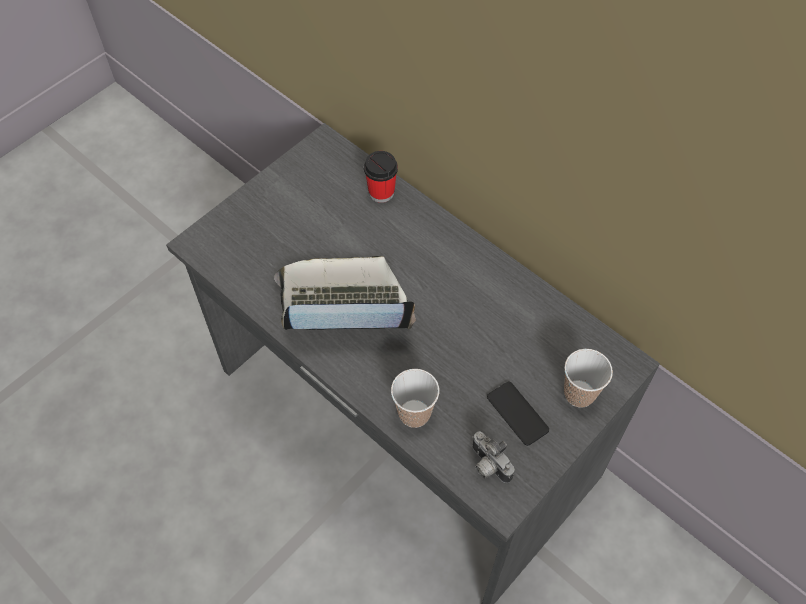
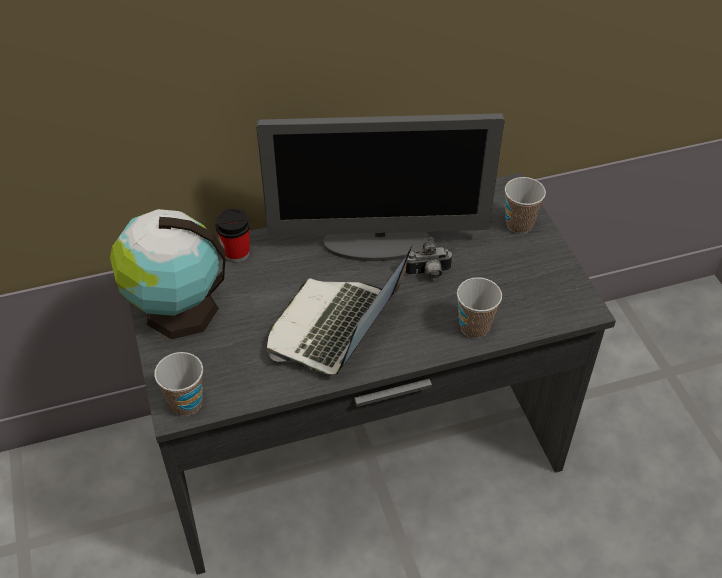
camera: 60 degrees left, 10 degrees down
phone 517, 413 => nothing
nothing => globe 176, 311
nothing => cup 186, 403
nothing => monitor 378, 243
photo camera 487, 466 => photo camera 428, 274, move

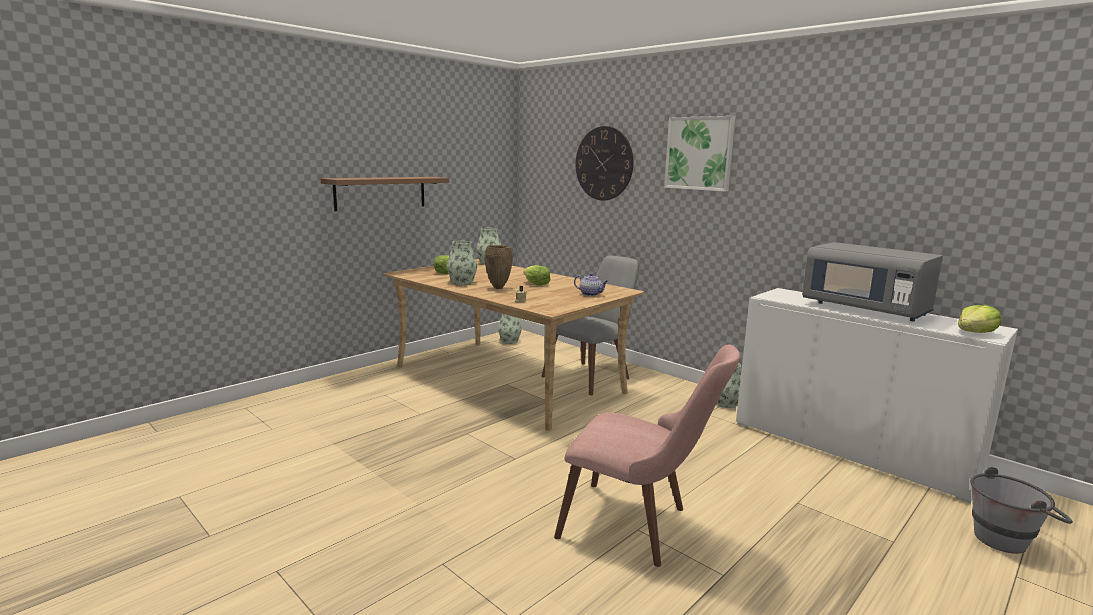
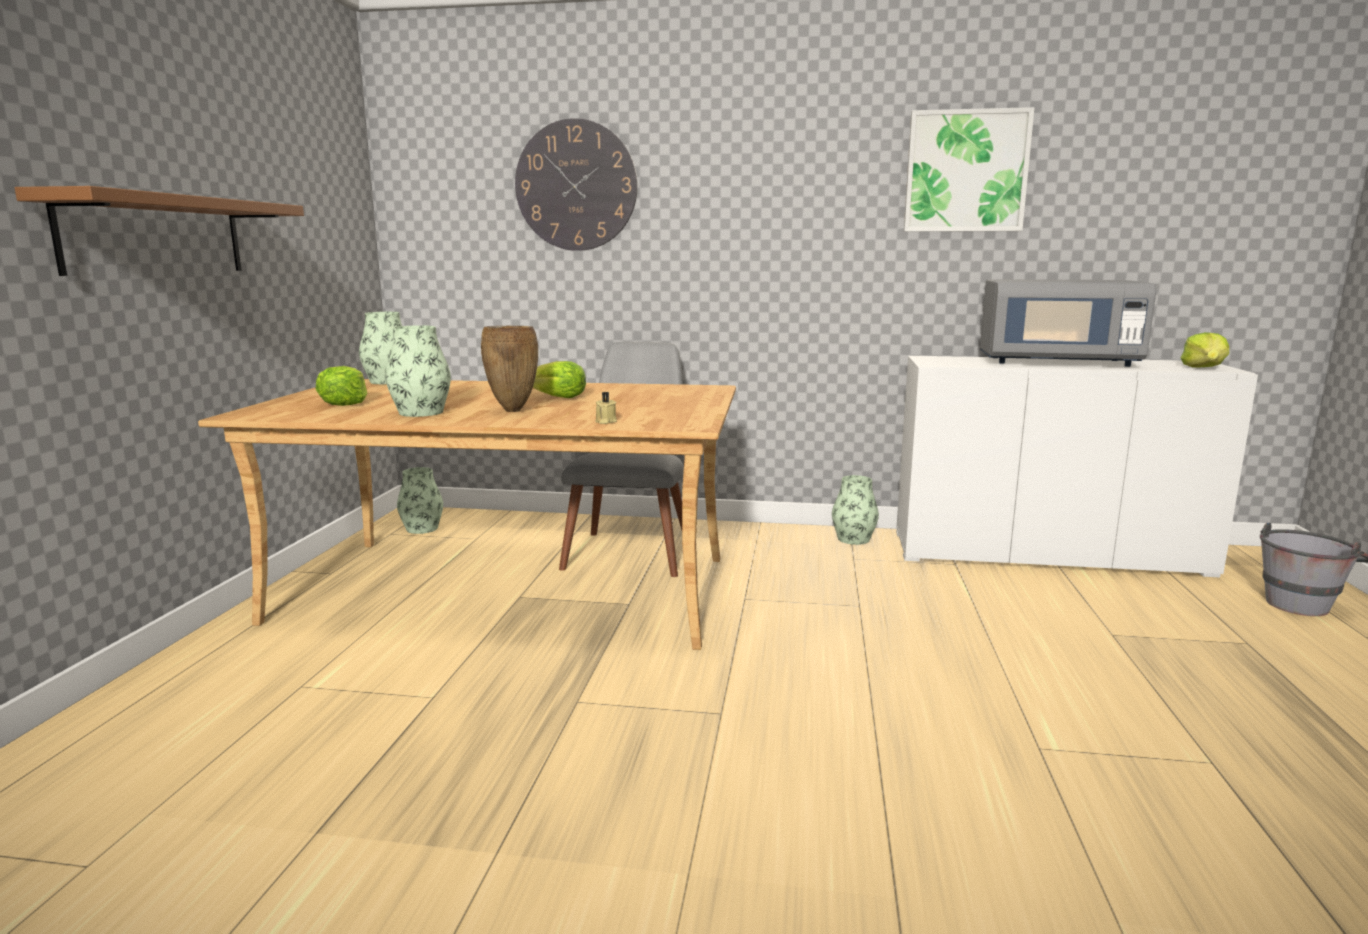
camera: 35 degrees left, 0 degrees up
pink chair 640, 526 => nothing
teapot 591, 294 => nothing
picture 699, 153 => picture 966, 171, move

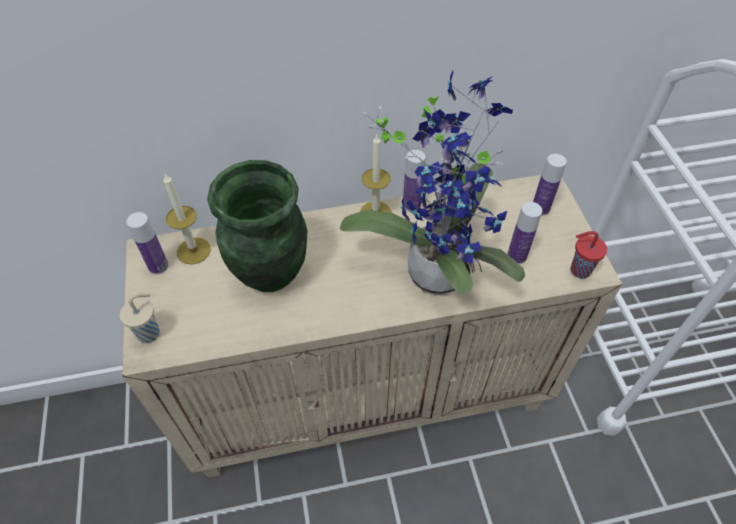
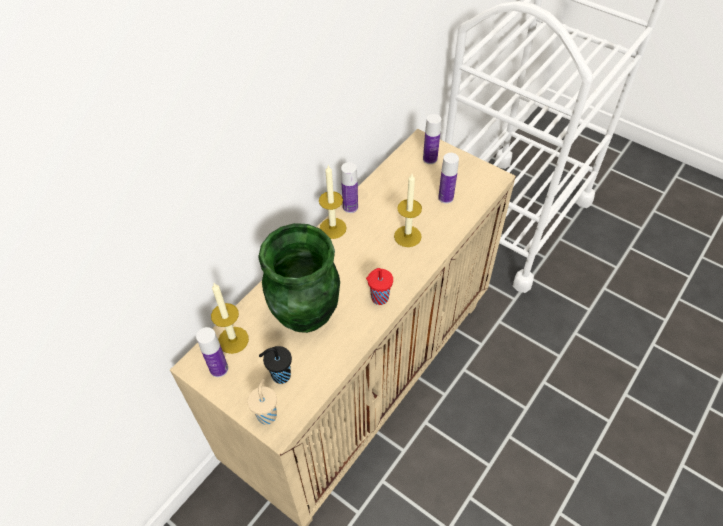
camera: 40 degrees left, 0 degrees up
nothing => black cup 280, 375
red cup 578, 270 => red cup 378, 298, move
potted plant 437, 267 => candle 407, 236

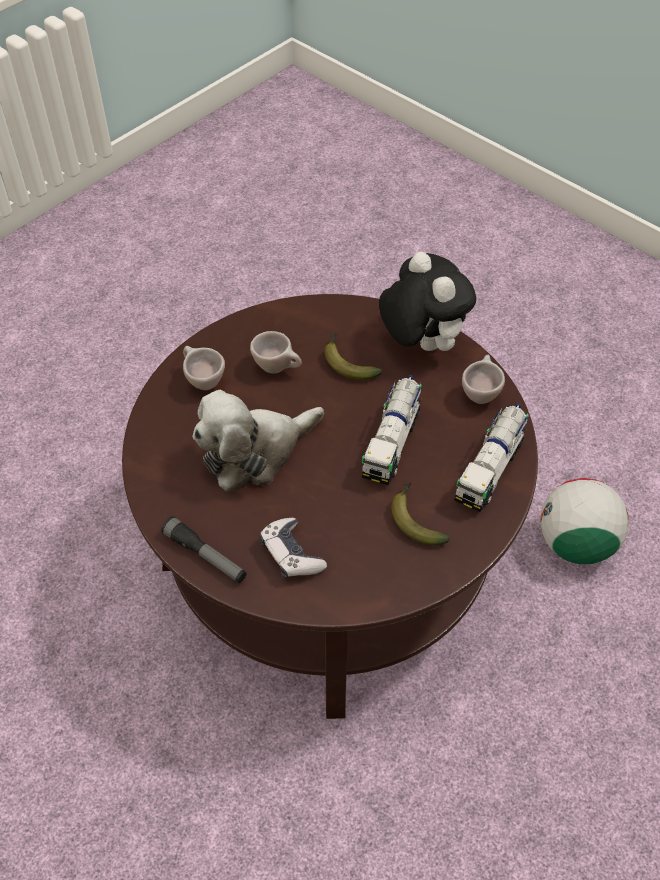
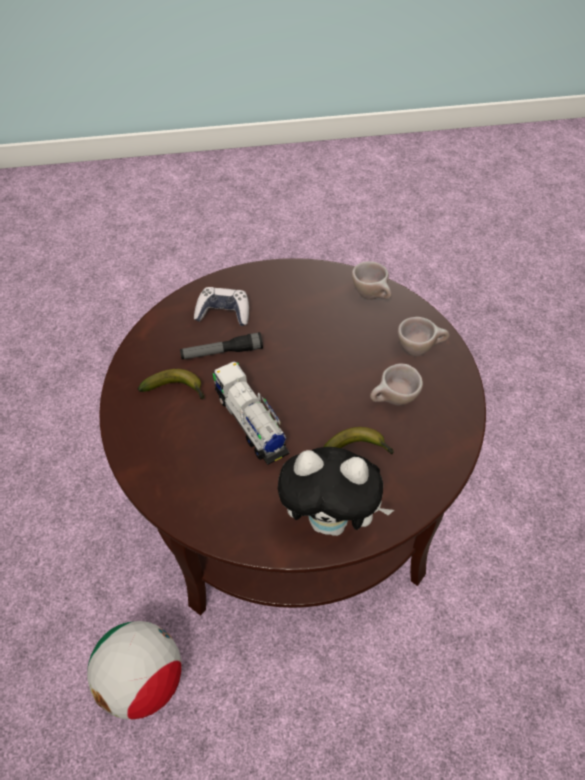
camera: 130 degrees right, 0 degrees up
plush toy 255, 452 => nothing
toy truck 490, 469 => nothing
flashlight 205, 555 => flashlight 222, 352, move
beige cup 479, 393 => beige cup 372, 296, move

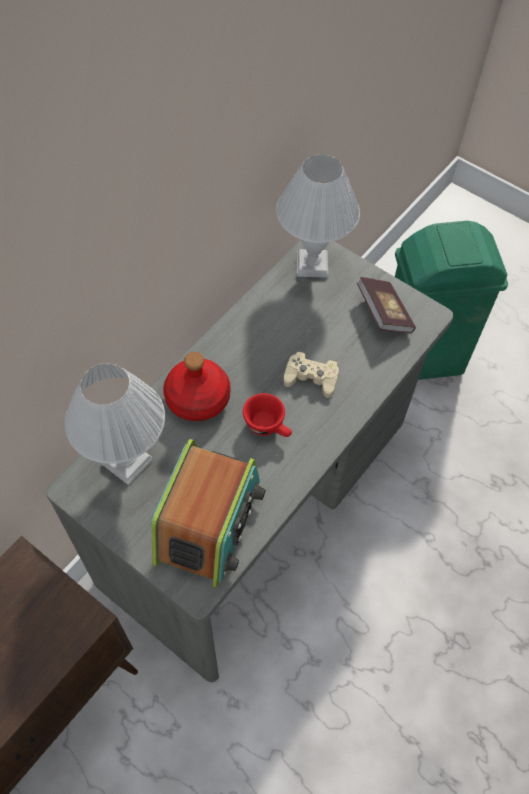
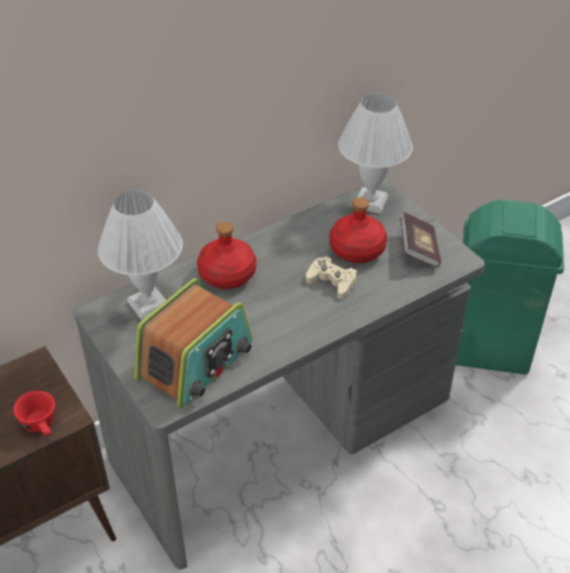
camera: 20 degrees right, 15 degrees down
nothing => red bottle 358, 250
red cup 268, 427 => red cup 42, 426, move

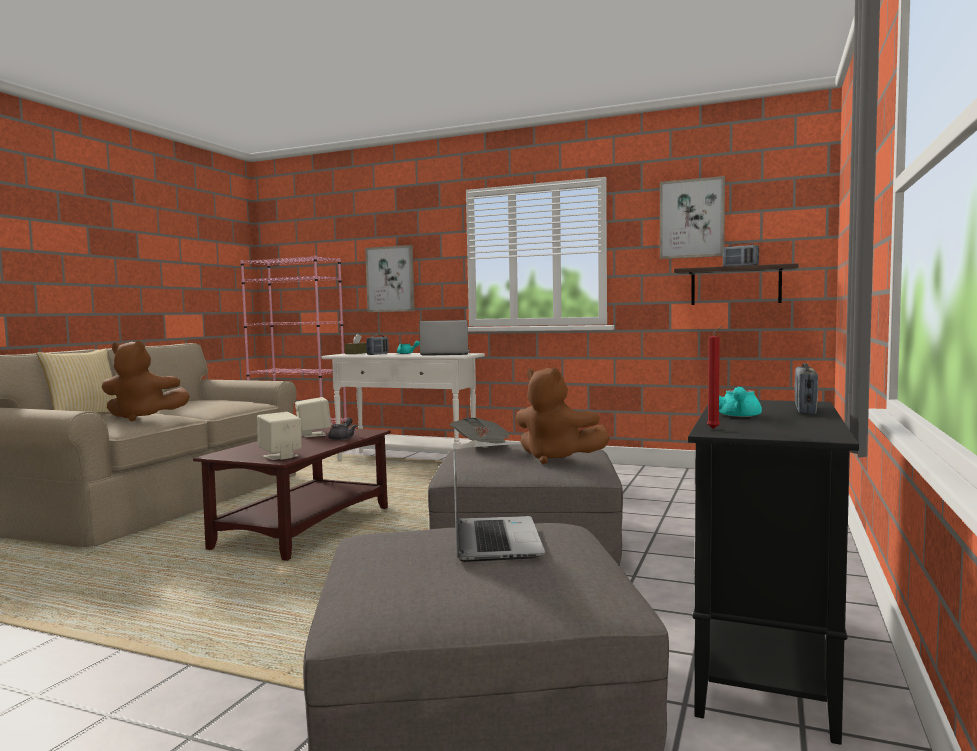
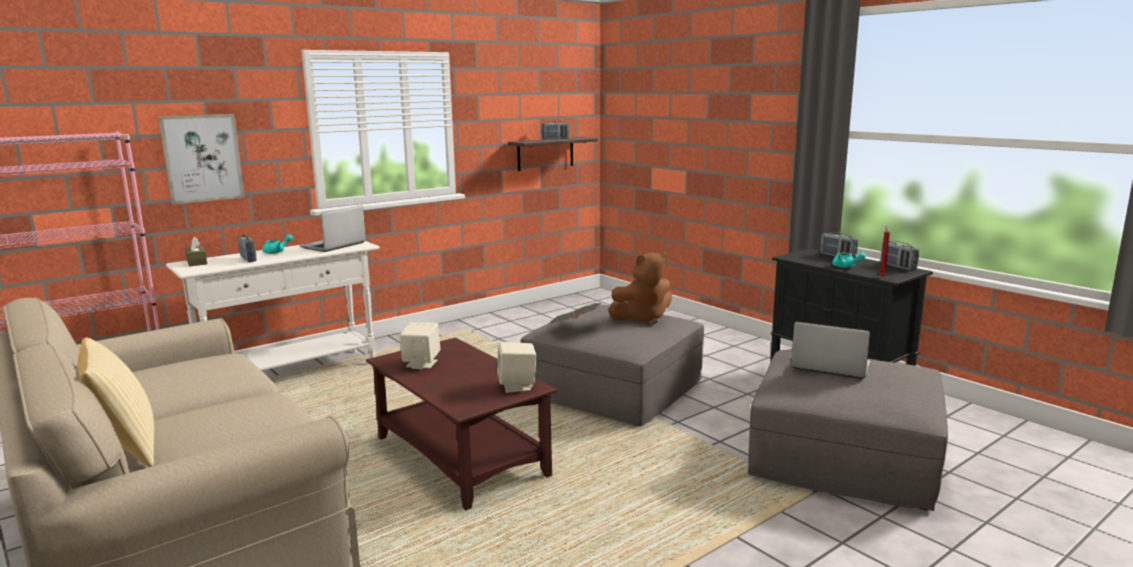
camera: 60 degrees left, 10 degrees up
brown plush toy 143, 417 => nothing
grey teapot 343, 438 => nothing
picture 691, 218 => nothing
nothing => radio 897, 267

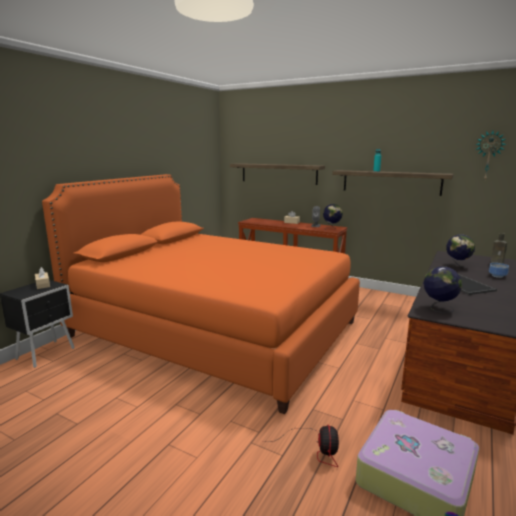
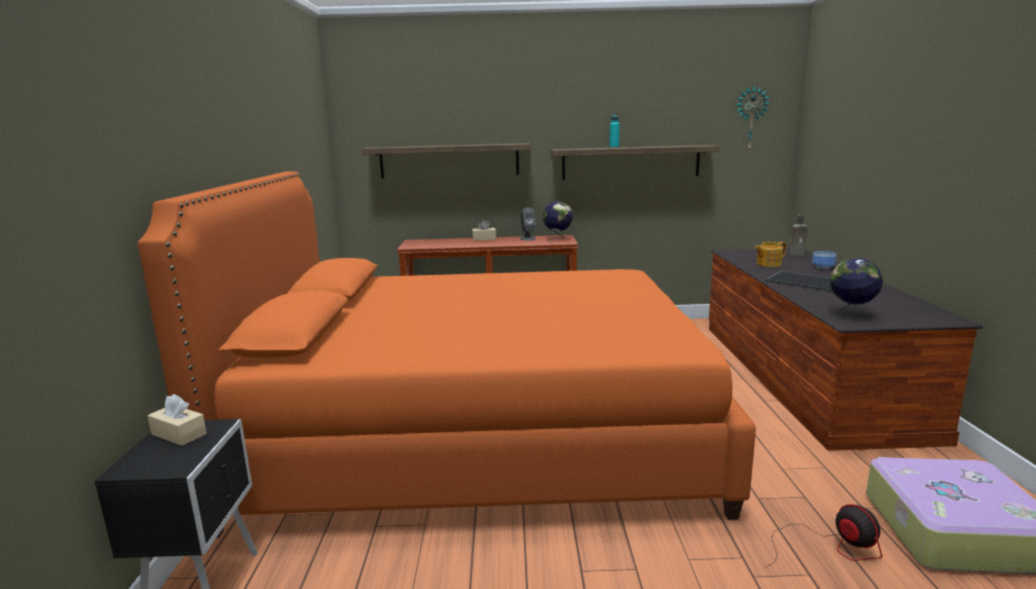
camera: 30 degrees left, 0 degrees up
globe 457, 266 => teapot 768, 264

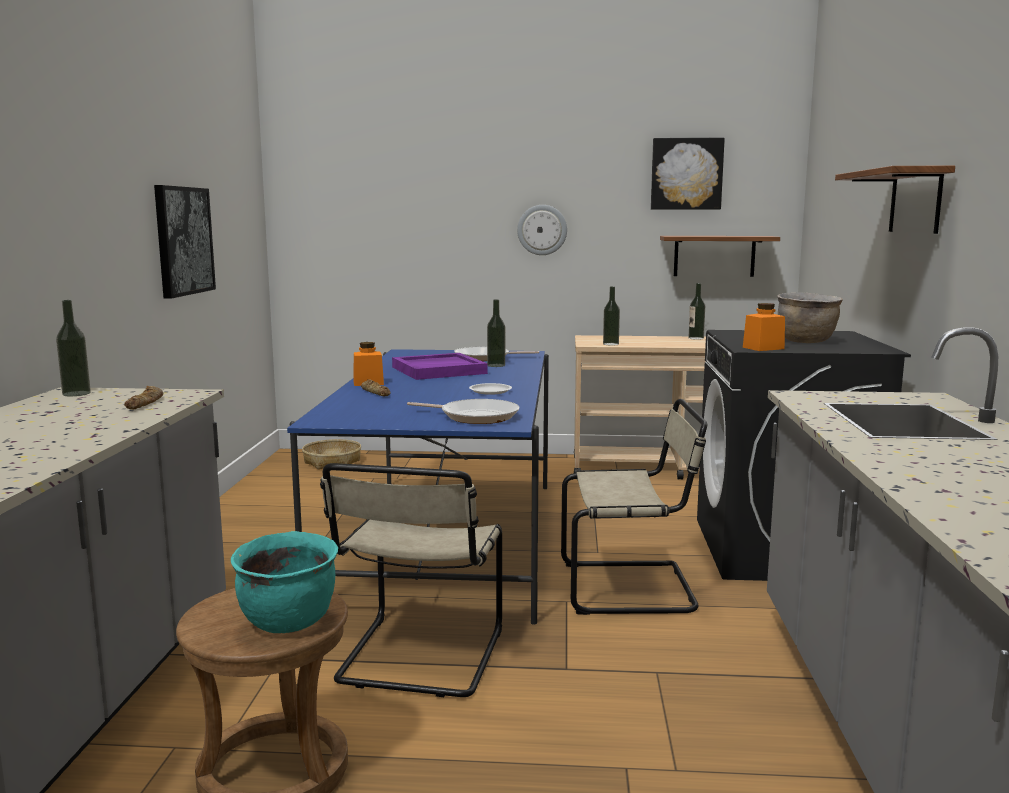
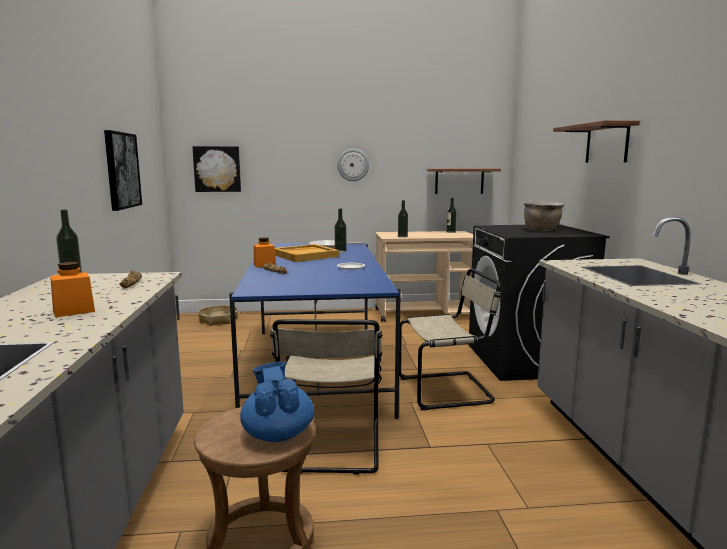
camera: 10 degrees left, 0 degrees up
frying pan 475, 416 => nothing
picture 686, 174 => picture 217, 169, move
orange jar 763, 348 => orange jar 74, 311, move
turquoise cooking pot 289, 622 => blue teapot 277, 434
purple tray 439, 370 => beige tray 305, 255

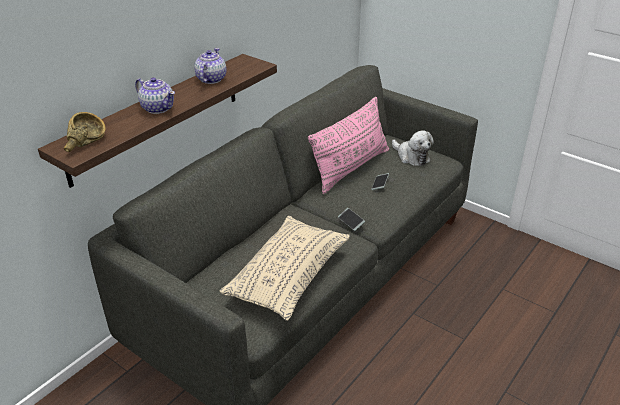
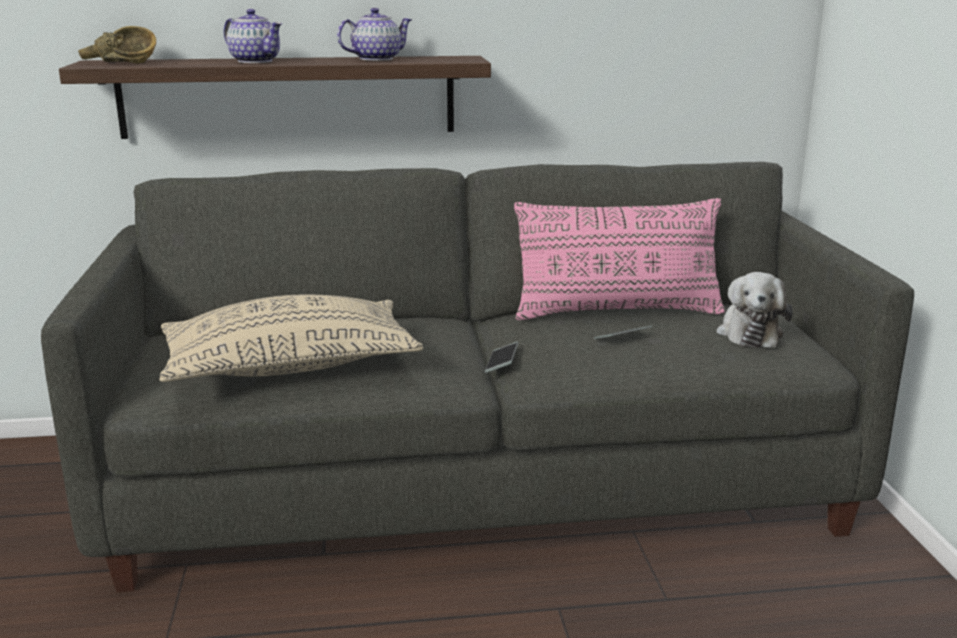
camera: 45 degrees right, 15 degrees down
teapot 158, 108 => teapot 255, 61, 45 degrees counterclockwise

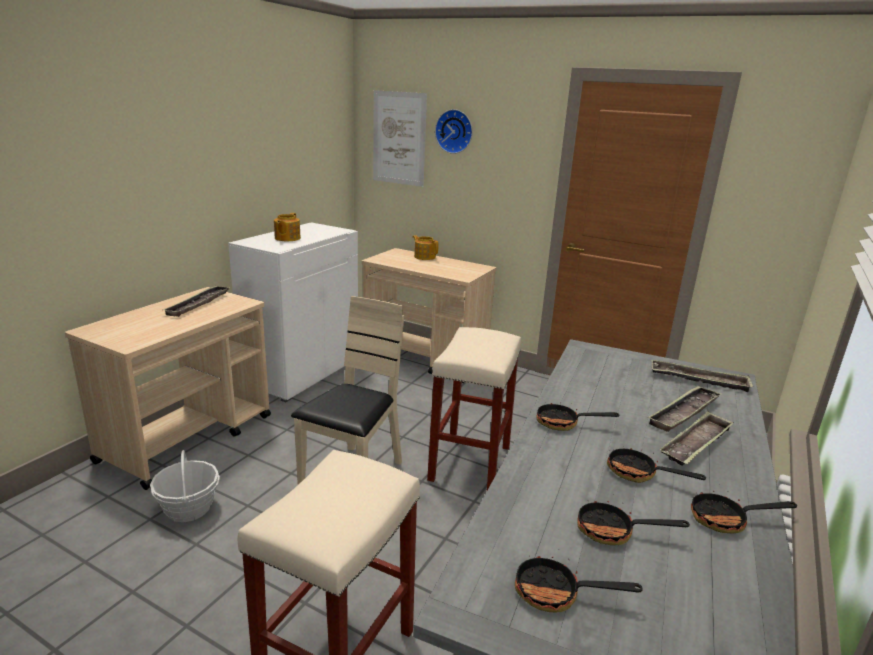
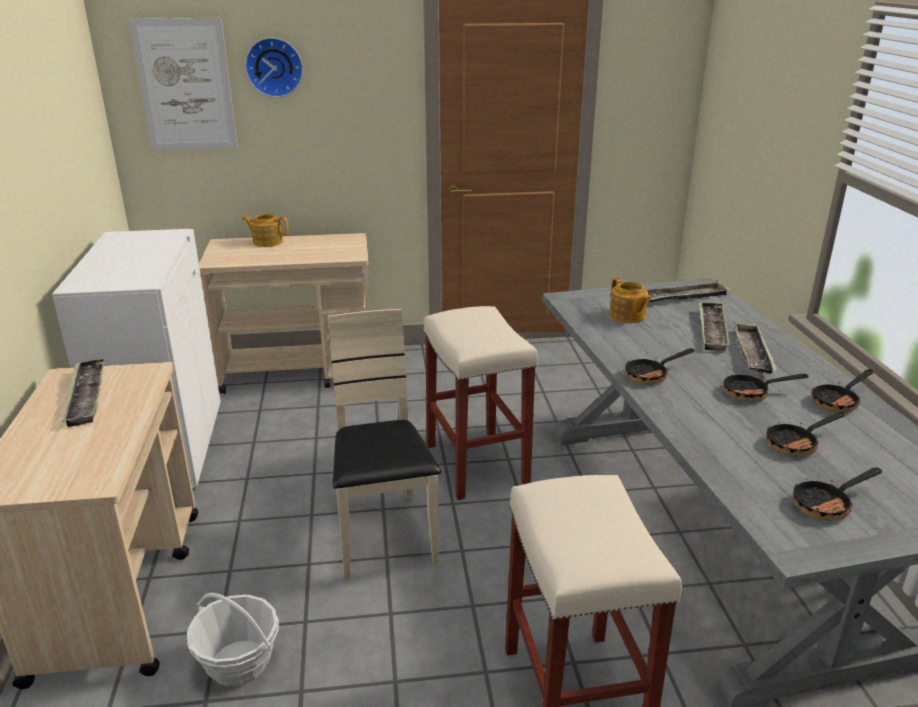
camera: 35 degrees left, 5 degrees up
teapot 287, 238 => teapot 627, 316, move

